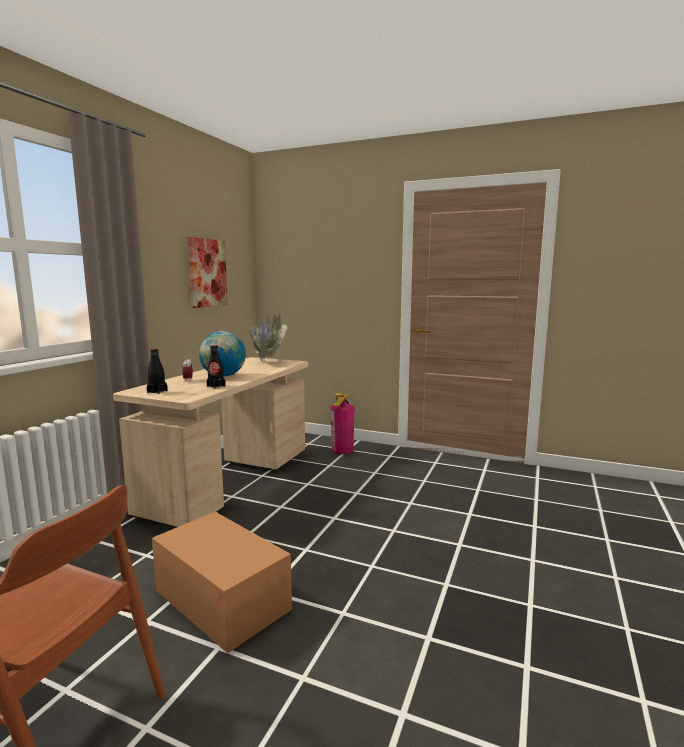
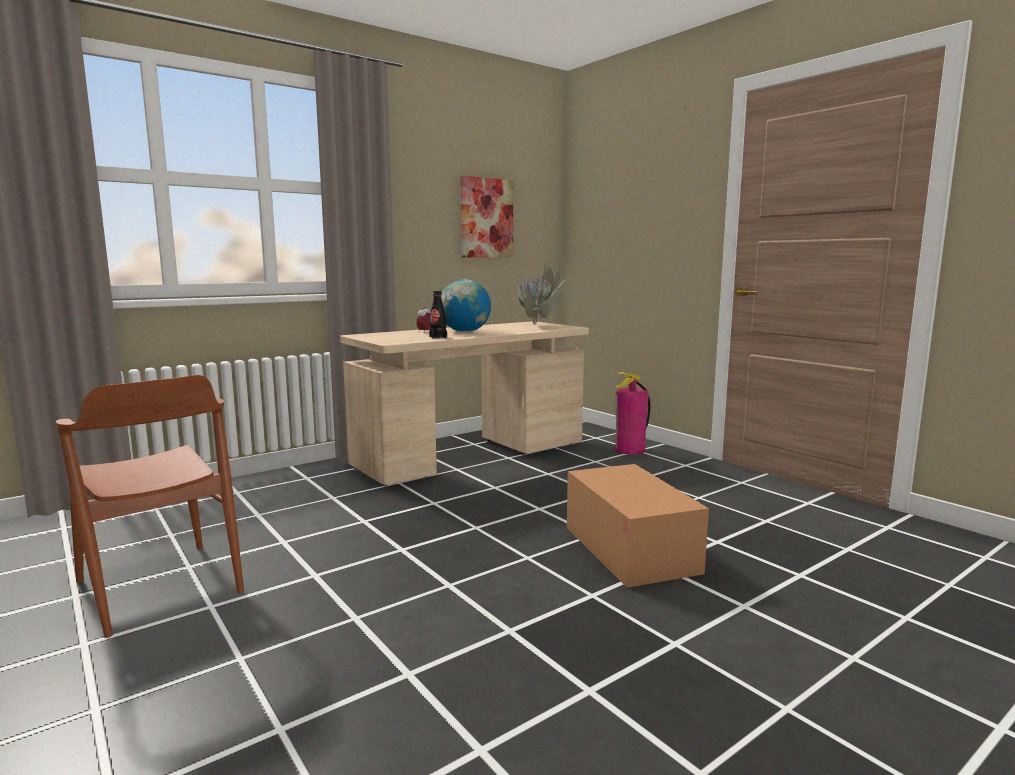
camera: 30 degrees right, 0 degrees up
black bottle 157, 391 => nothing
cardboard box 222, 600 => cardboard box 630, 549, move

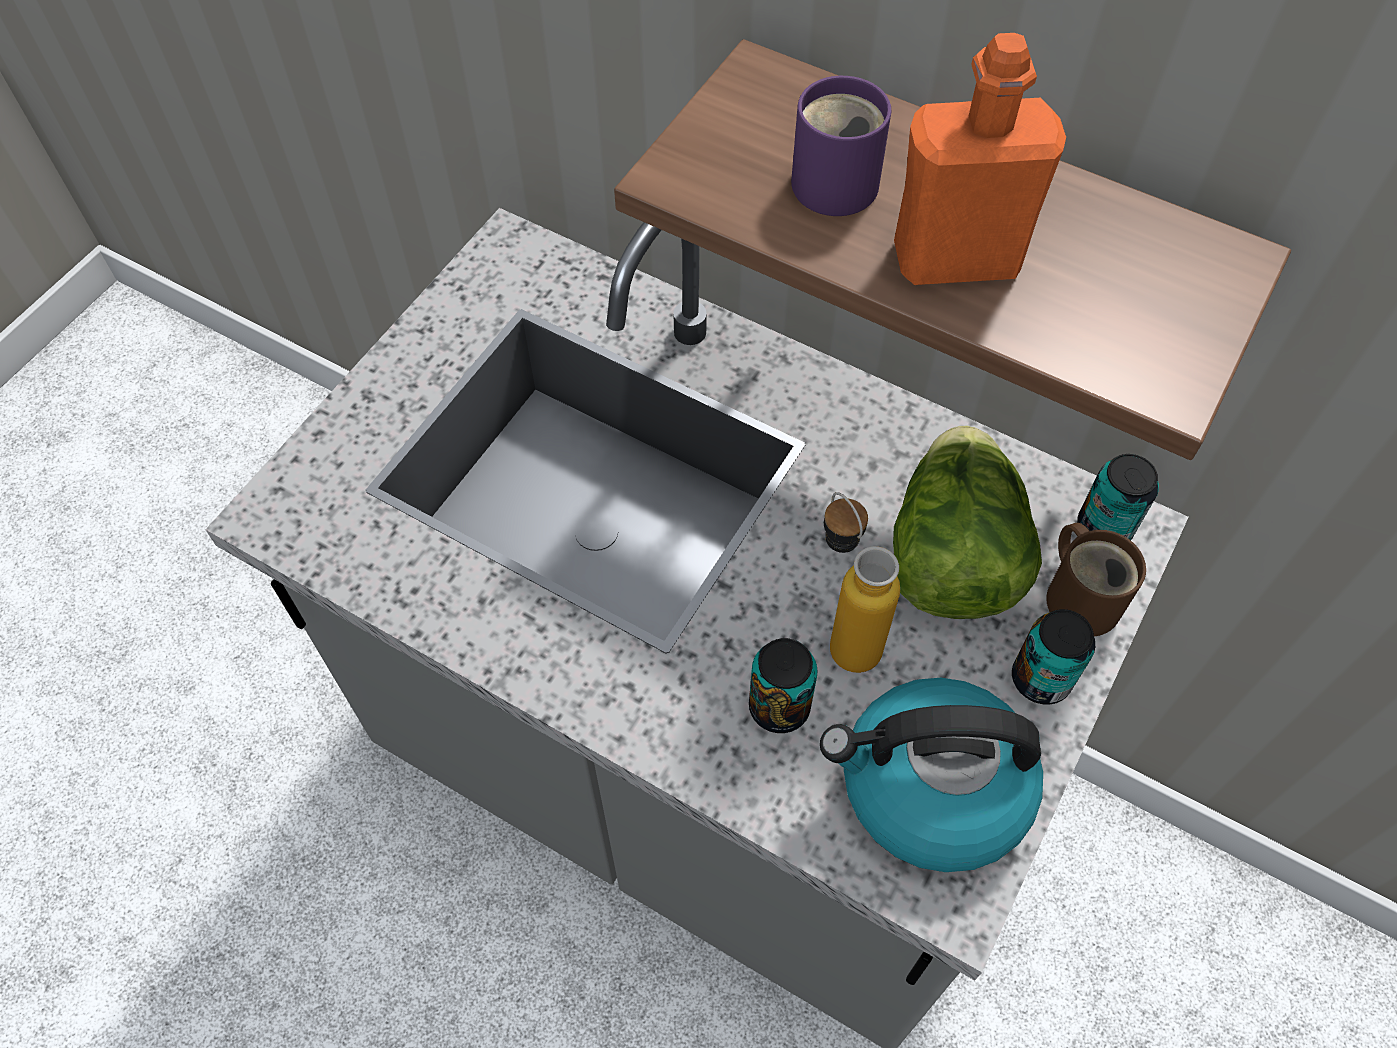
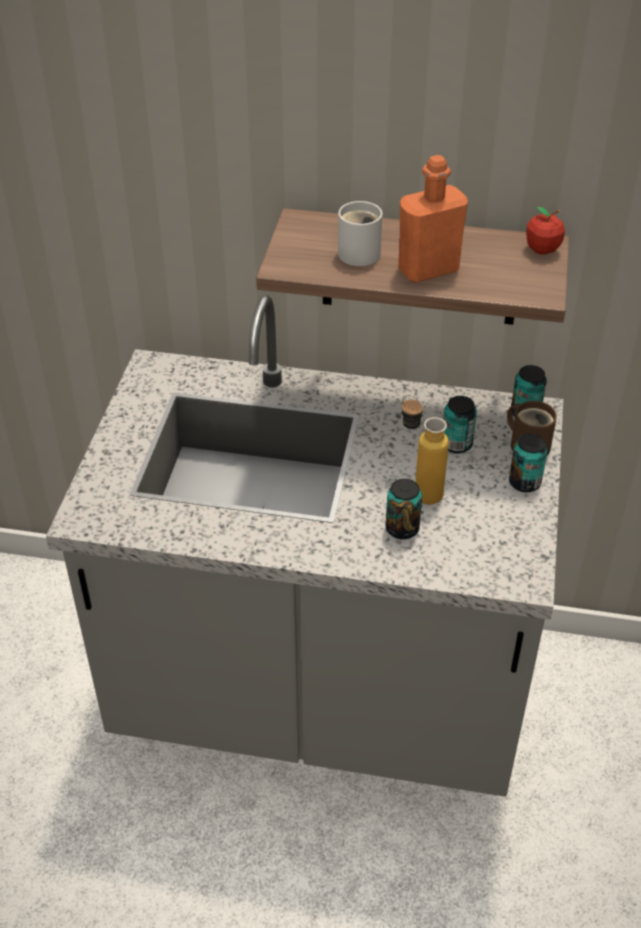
camera: 20 degrees left, 15 degrees down
kettle 930, 789 => nothing
nothing => apple 542, 249
lettuce 950, 557 => can 456, 444
purple mug 840, 178 => white mug 360, 251

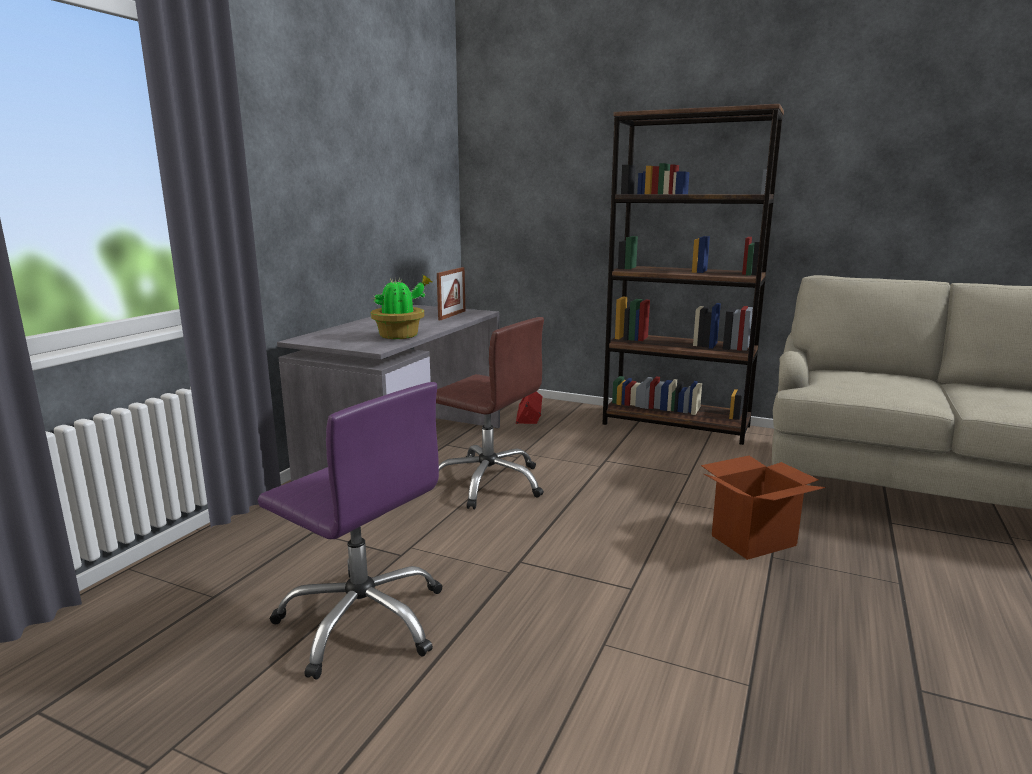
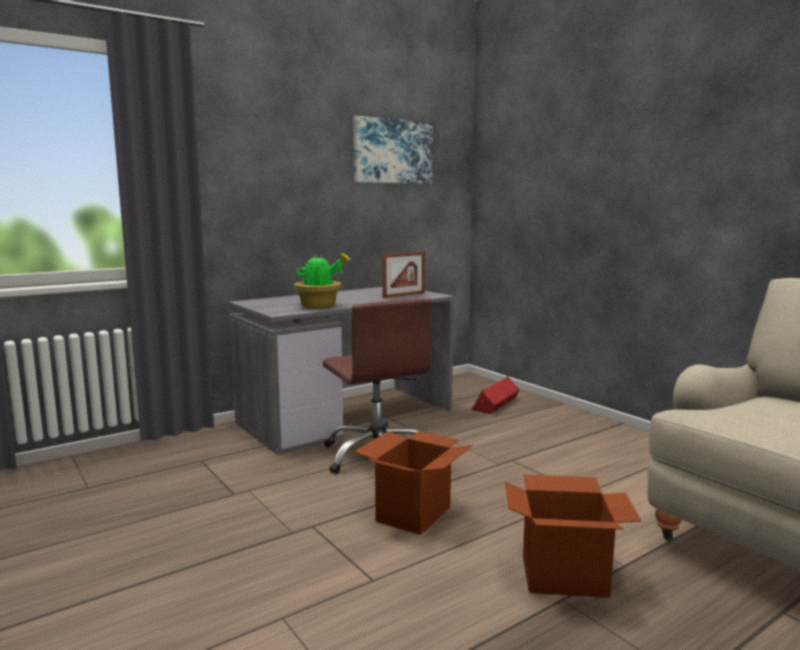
camera: 30 degrees right, 5 degrees down
purple office chair 363, 620 => nothing
brown bookcase 676, 425 => nothing
nothing => picture 392, 151
nothing => cardboard box 413, 514

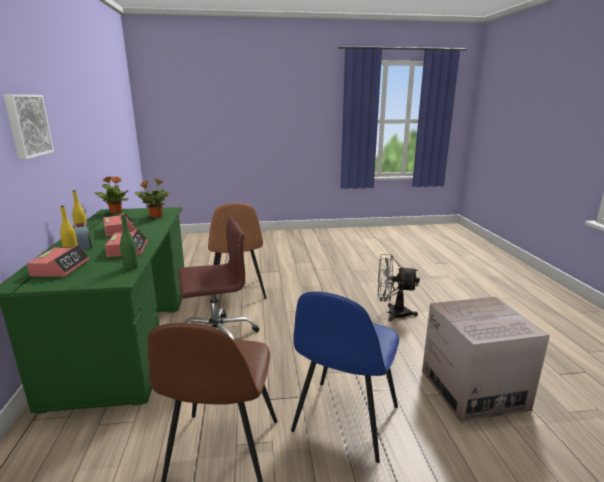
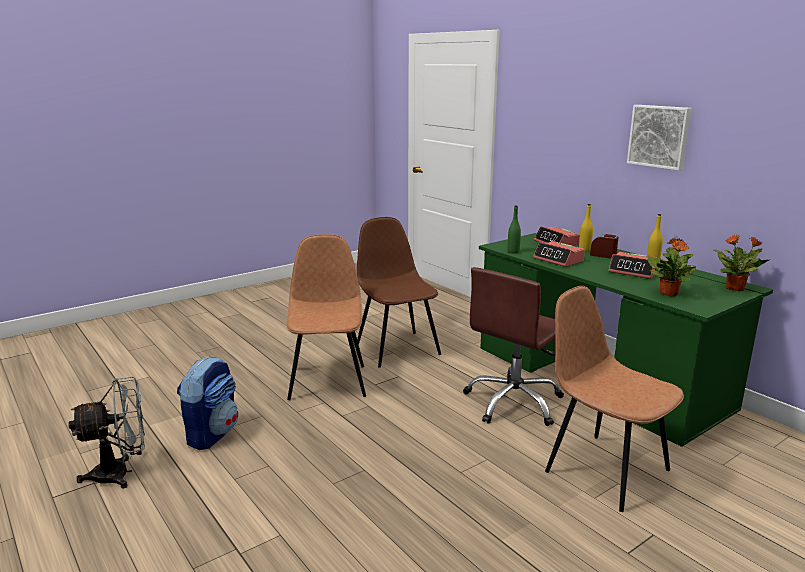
camera: 150 degrees right, 0 degrees up
grey fan 392, 313 => grey fan 121, 473, move
cardboard box 473, 389 => backpack 212, 434
blue chair 344, 420 => brown chair 328, 381

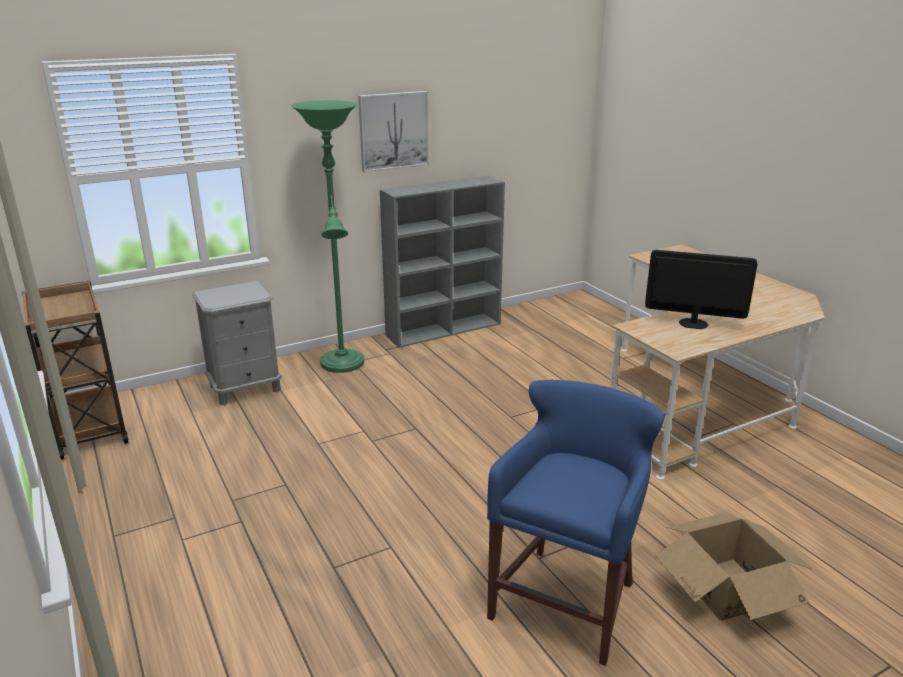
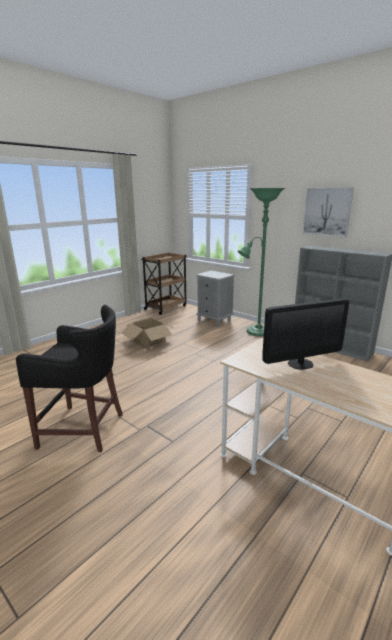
camera: 70 degrees right, 5 degrees down
cardboard box 727, 589 => cardboard box 148, 341, move
blue stool 567, 599 => black stool 85, 429
monitor 693, 323 => monitor 300, 364, 75 degrees clockwise

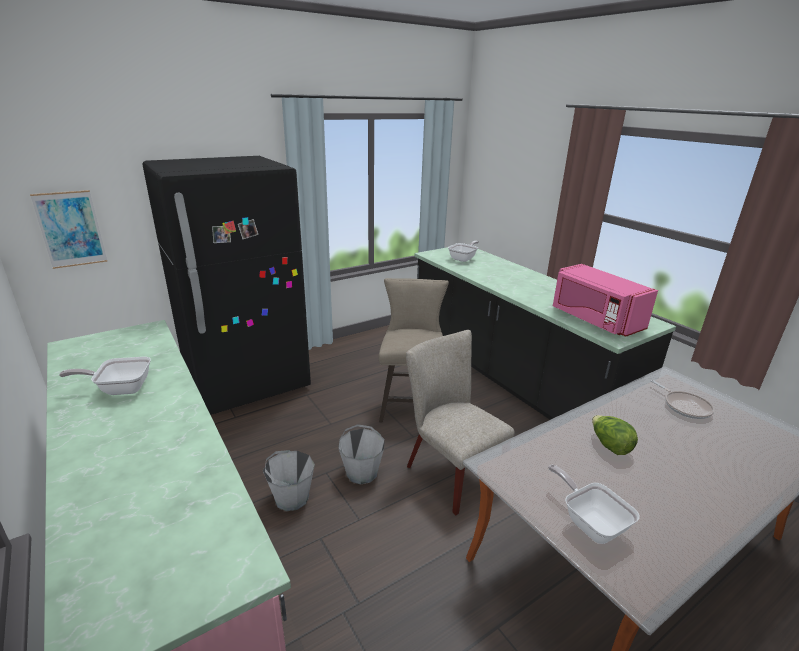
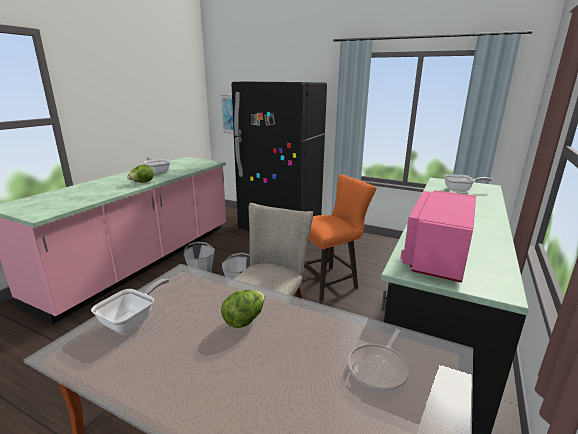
camera: 60 degrees right, 5 degrees down
nothing => lettuce 142, 183
beige stool 411, 403 => orange stool 329, 281

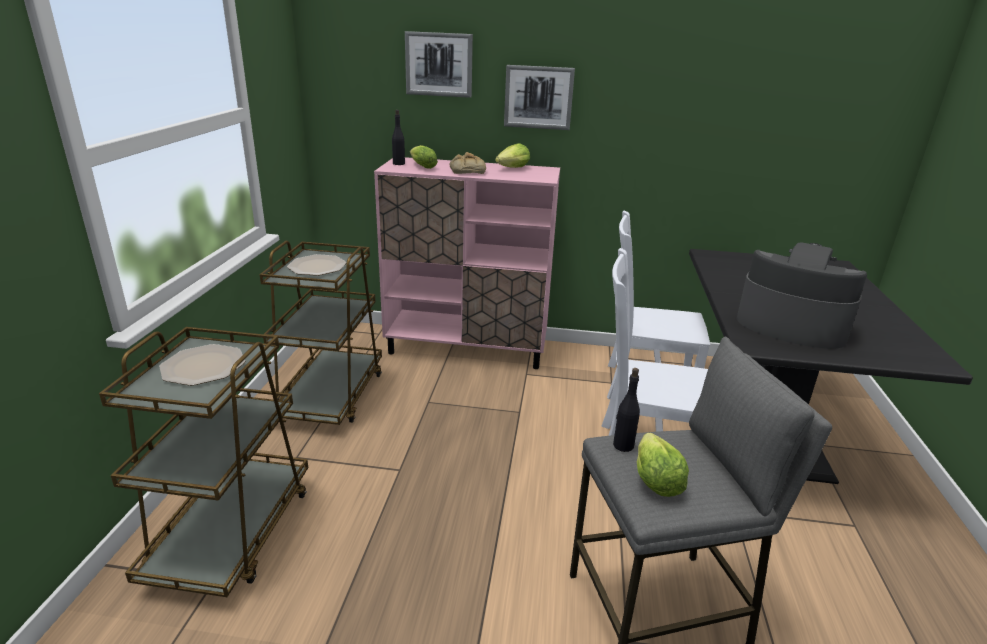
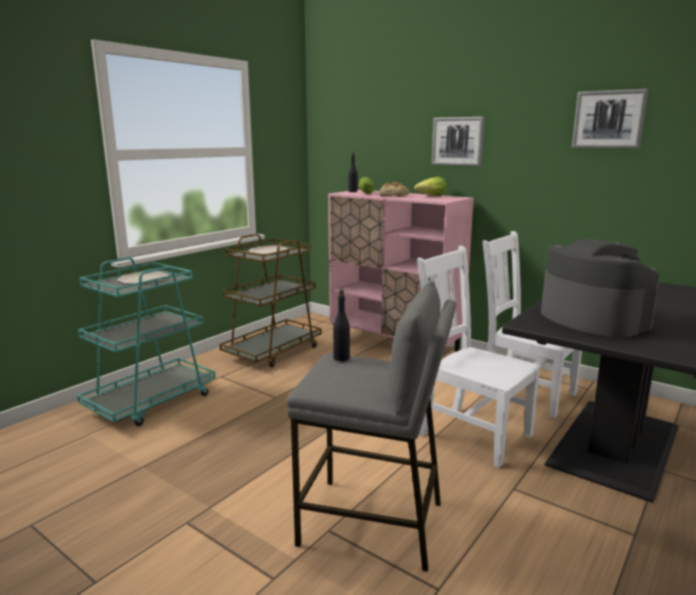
camera: 30 degrees right, 10 degrees down
lettuce 655, 479 => nothing
picture 439, 64 => picture 608, 119, move
brown cart 232, 532 => turquoise cart 152, 401

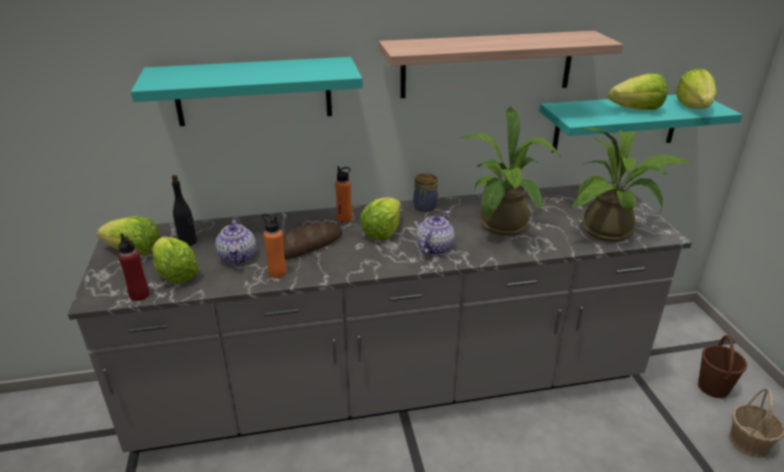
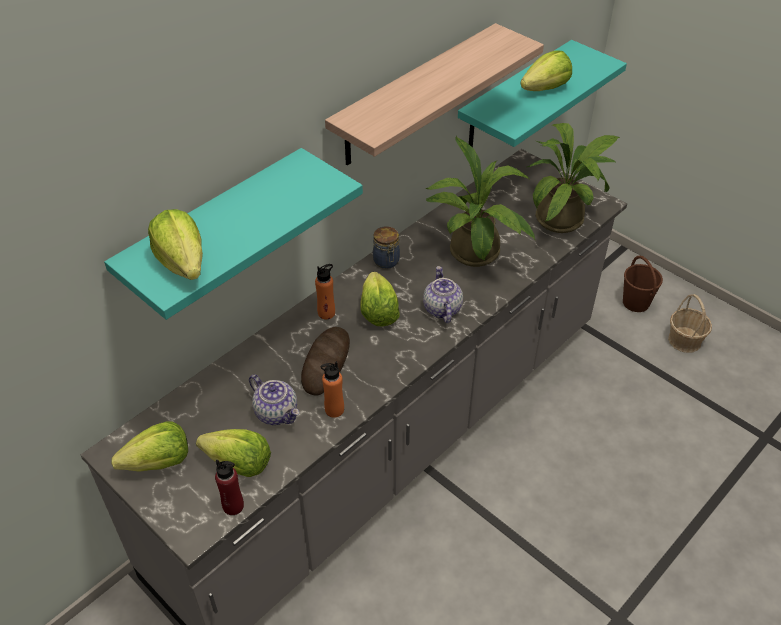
camera: 35 degrees left, 15 degrees up
black bottle 188, 242 => nothing
lettuce 694, 107 => lettuce 183, 263, move

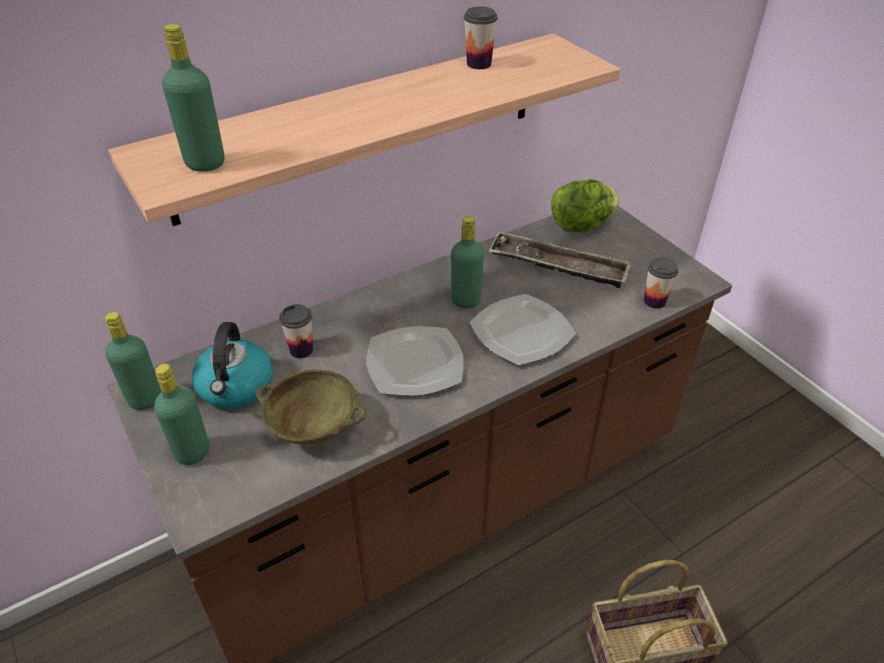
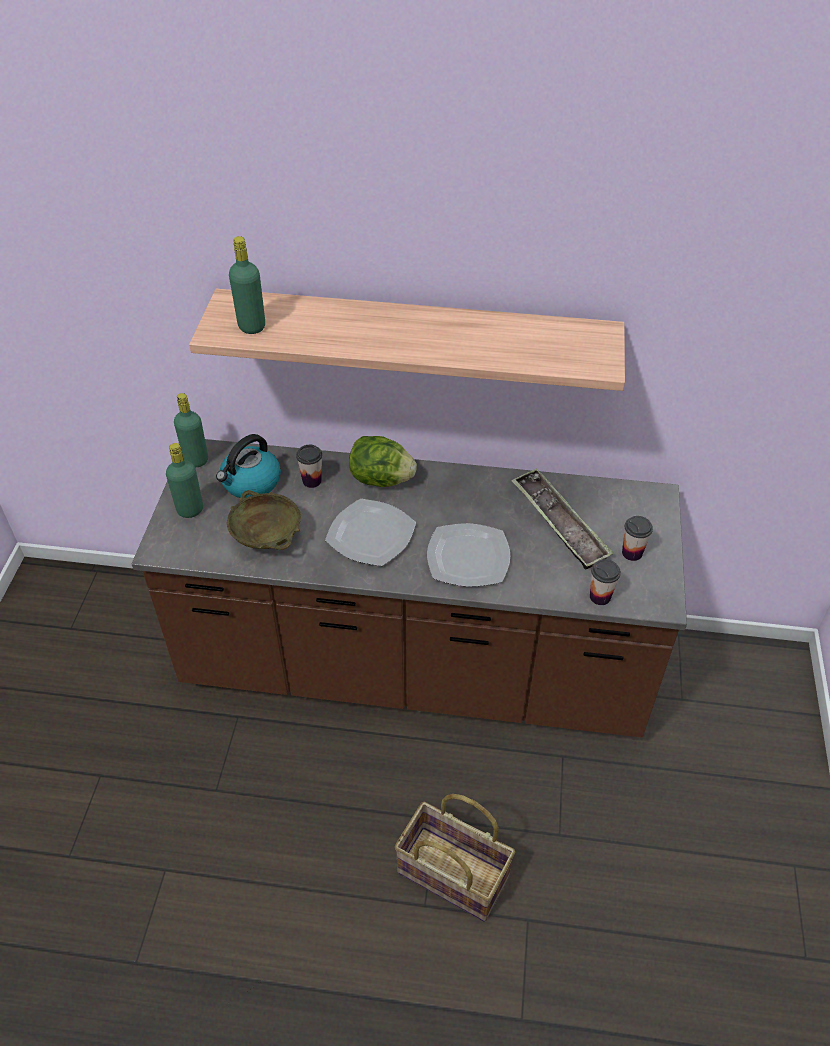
camera: 40 degrees right, 5 degrees up
green bottle 466, 301 => nothing
cup 479, 64 => cup 632, 553, move
lettuce 581, 225 => lettuce 381, 479, move

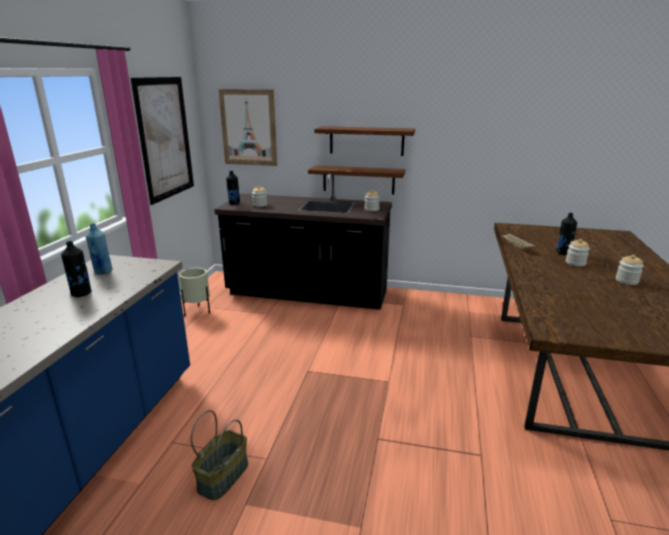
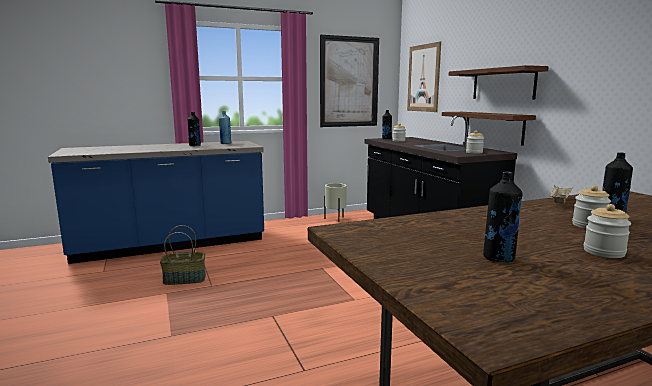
camera: 55 degrees right, 10 degrees down
nothing => black bottle 499, 258

